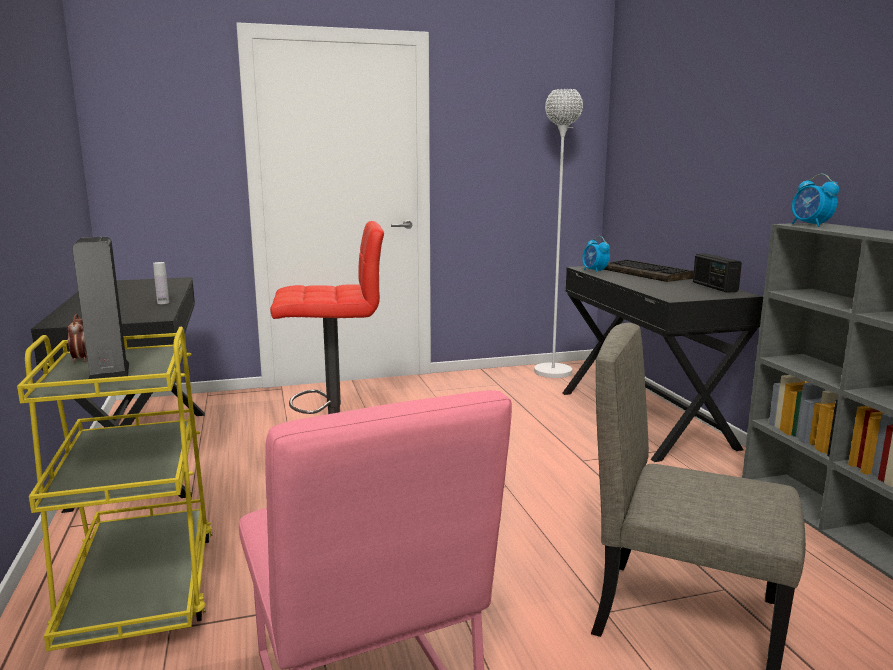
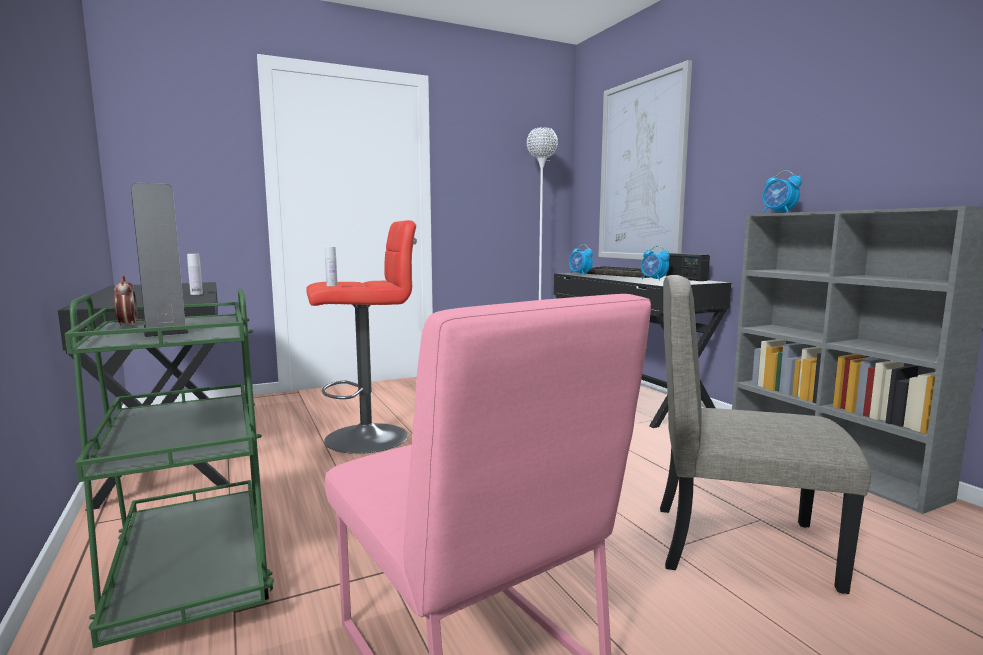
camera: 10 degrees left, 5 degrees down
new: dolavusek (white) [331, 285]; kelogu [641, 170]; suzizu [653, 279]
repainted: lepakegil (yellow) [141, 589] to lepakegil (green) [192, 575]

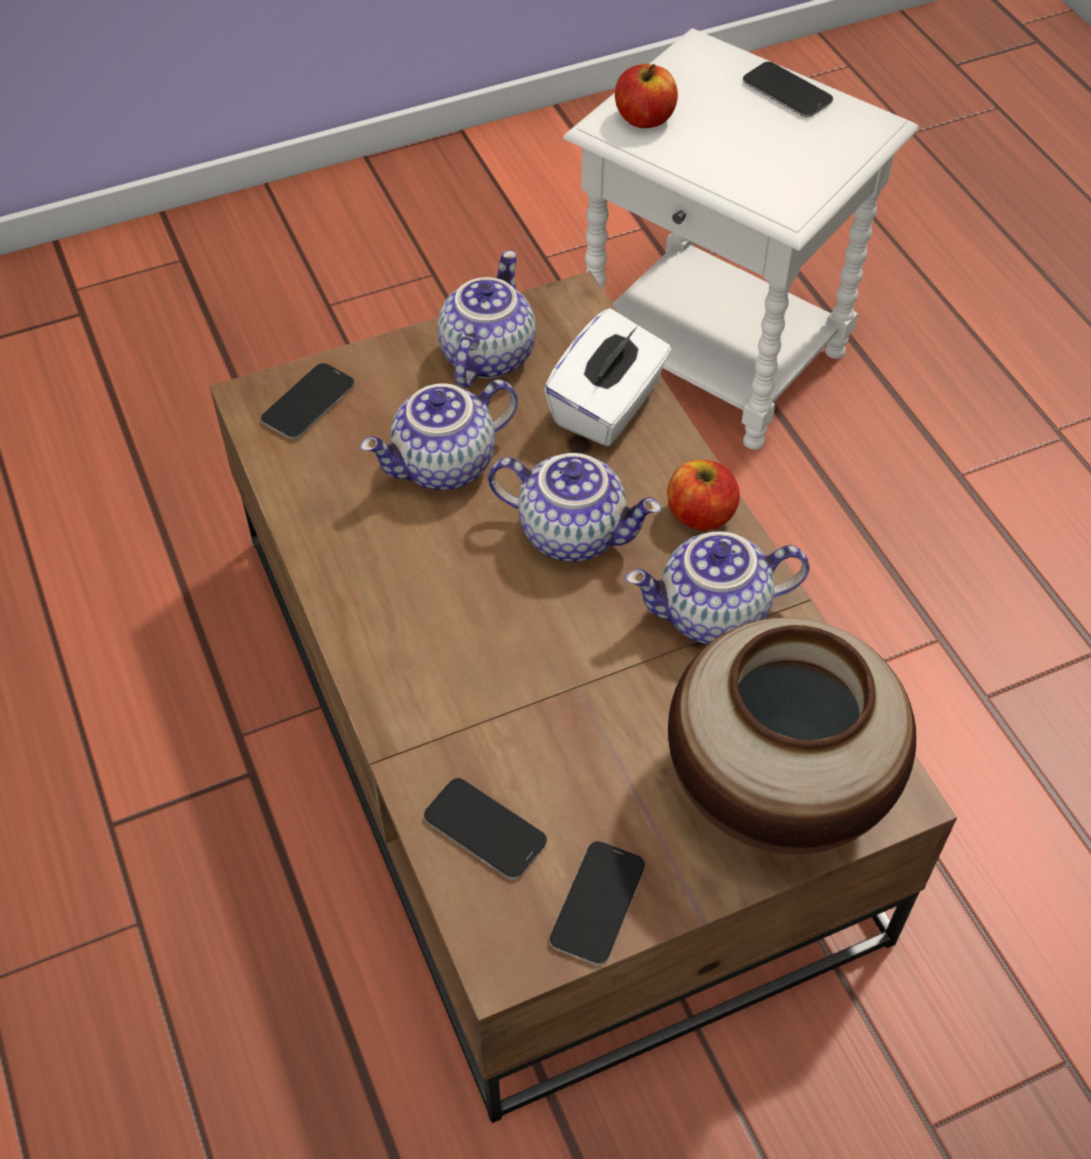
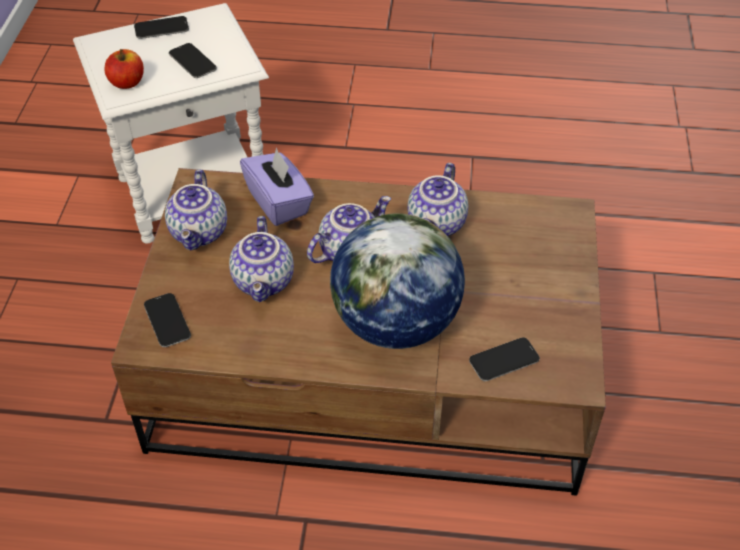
camera: 60 degrees left, 5 degrees down
gone: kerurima [700, 514]; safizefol [777, 789]
new: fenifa [395, 323]
shifted: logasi [598, 903] to [192, 62]
repainted: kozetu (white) [607, 406] to kozetu (purple) [279, 202]
rotated: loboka [485, 355] = [200, 233] 135 degrees counterclockwise

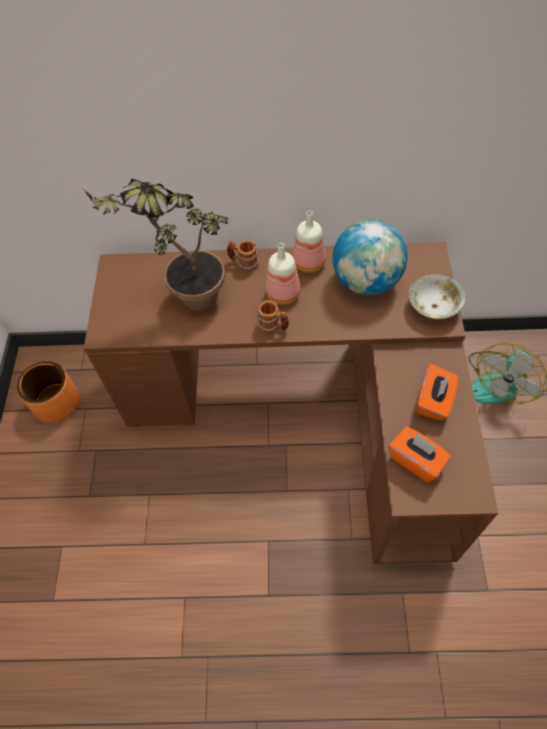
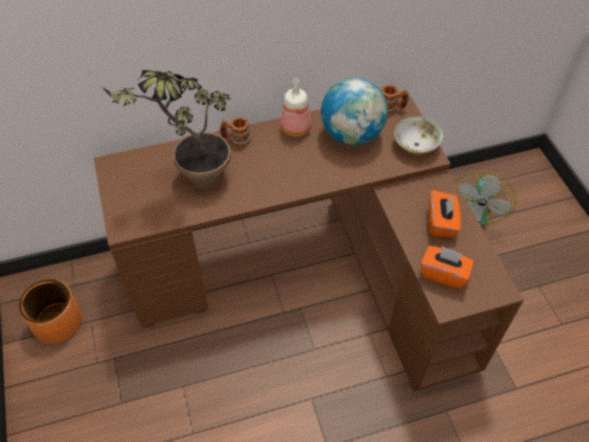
camera: 20 degrees left, 5 degrees down
gone: dolavusek [284, 294]
shifted: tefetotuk [273, 326] to [391, 108]

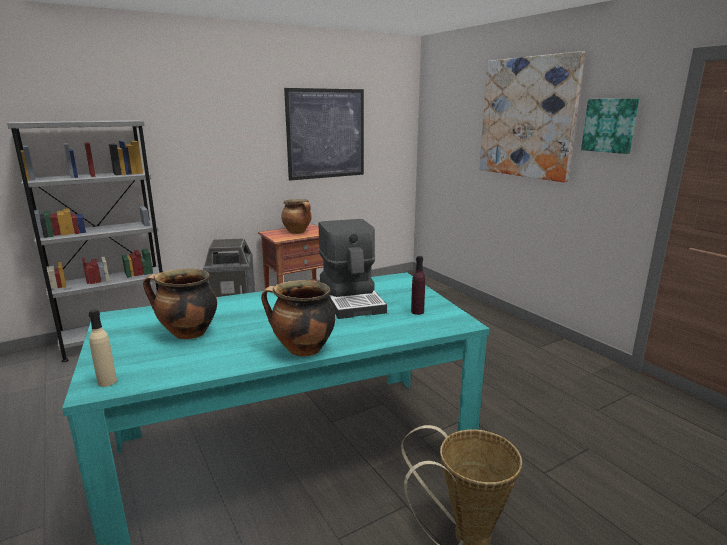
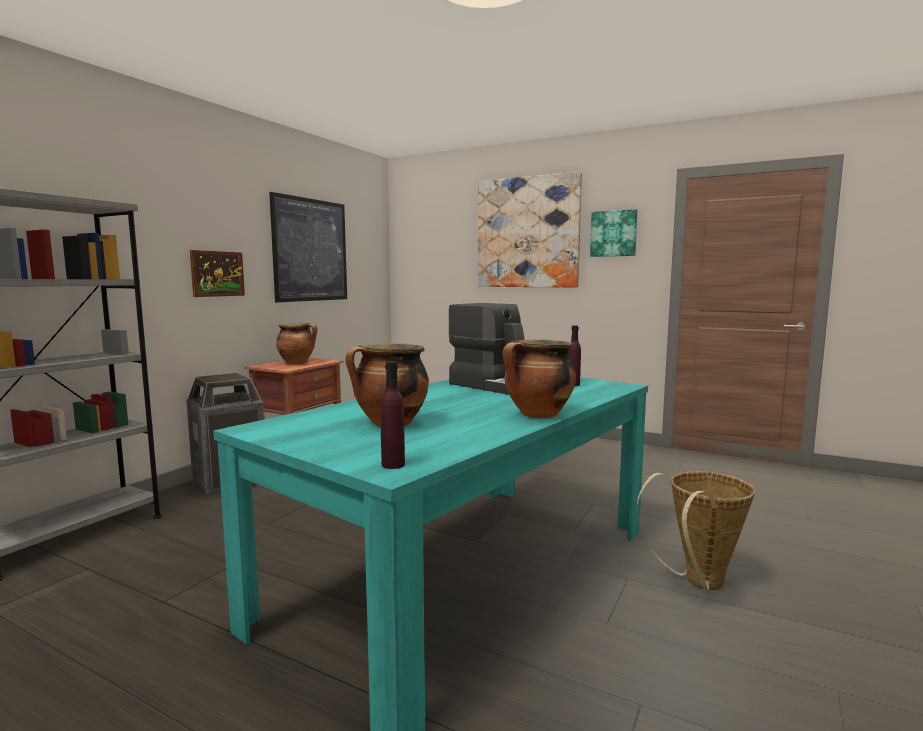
camera: 30 degrees left, 10 degrees down
new: kelogu [217, 273]
repainted: dolavusek (beige) [107, 382] to dolavusek (purple) [393, 465]

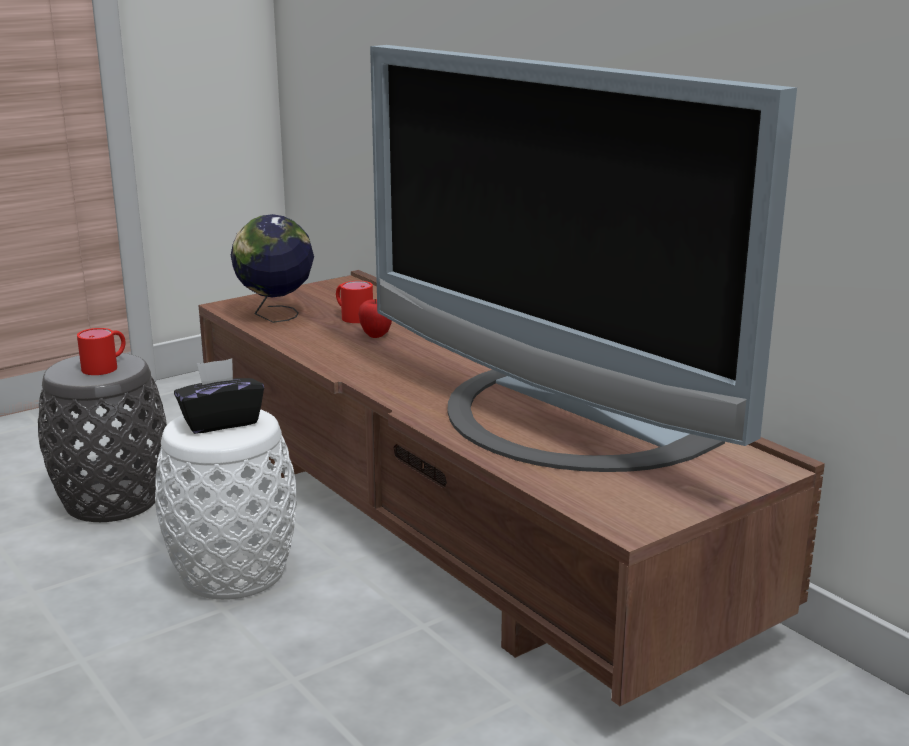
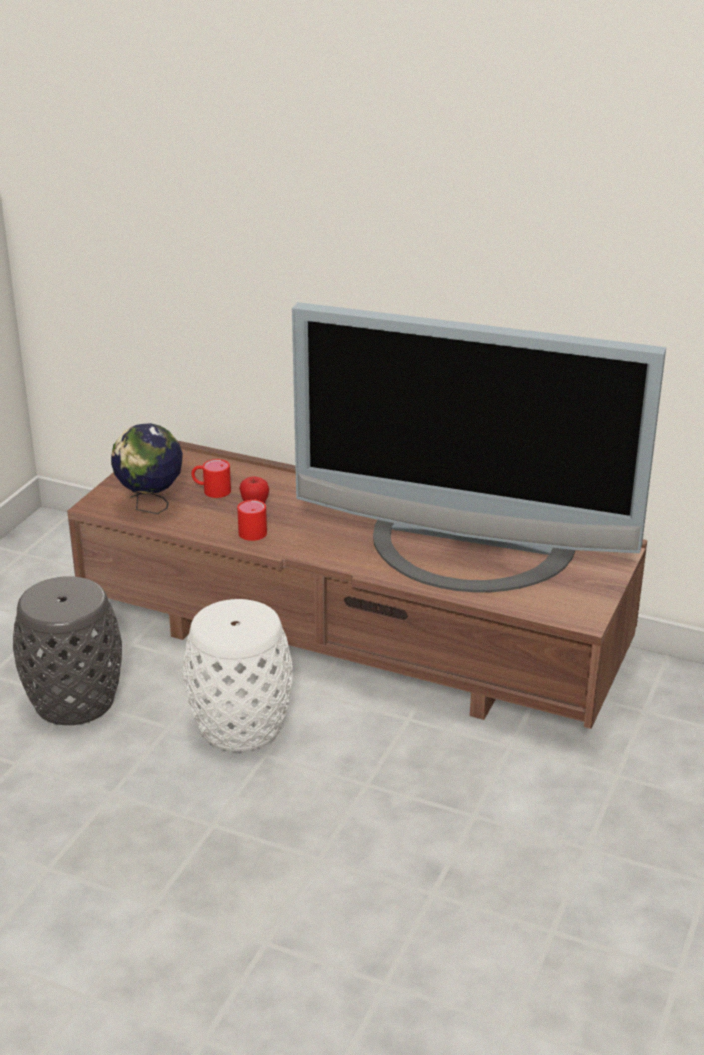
camera: 30 degrees left, 10 degrees up
gone: kozetu (black) [221, 422]
shifted: tefetotuk (red) [106, 366] to [254, 529]

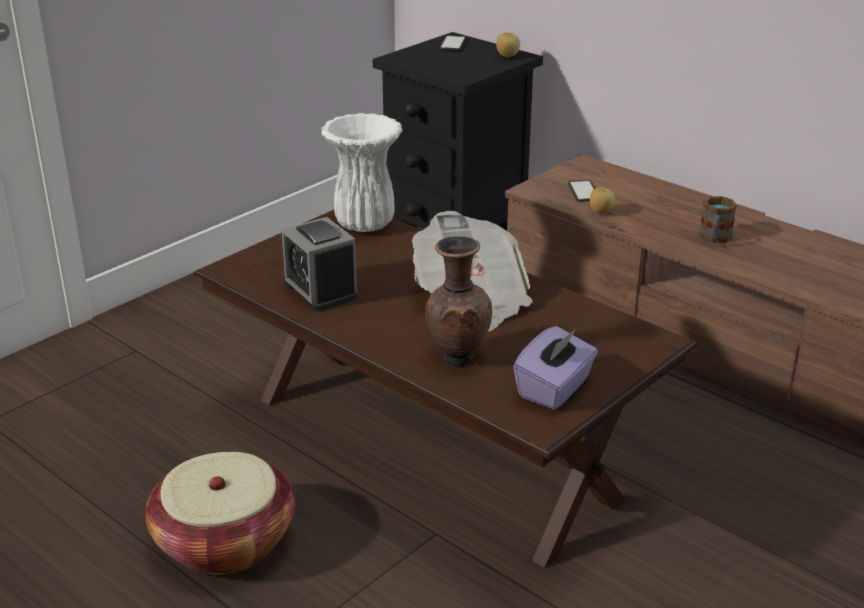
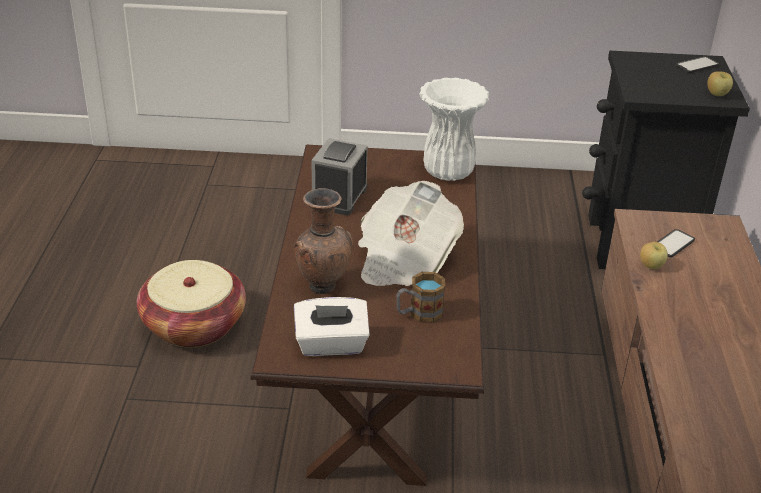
camera: 50 degrees right, 5 degrees up
shifted: tefetotuk [714, 238] to [419, 314]
repainted: kozetu (purple) [554, 389] to kozetu (white) [331, 345]

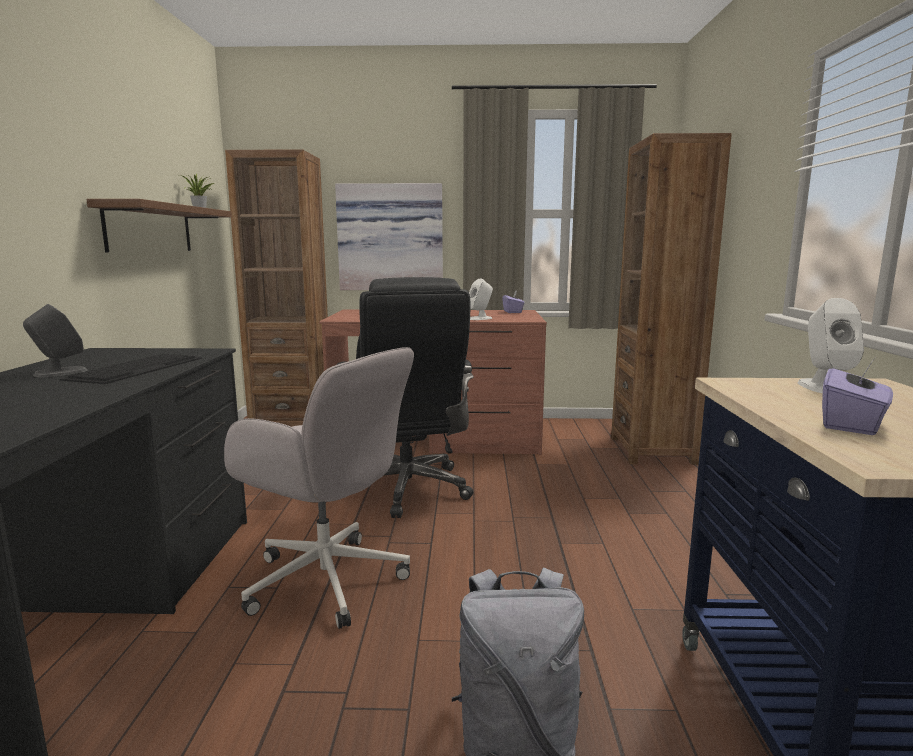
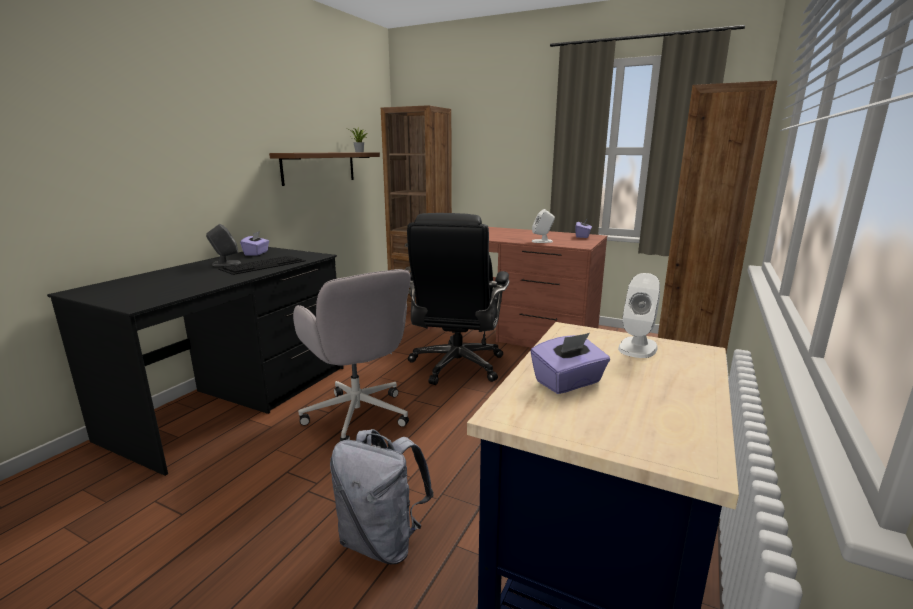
camera: 25 degrees right, 5 degrees up
gone: kelogu [390, 238]
new: kozetu (purple) [256, 253]

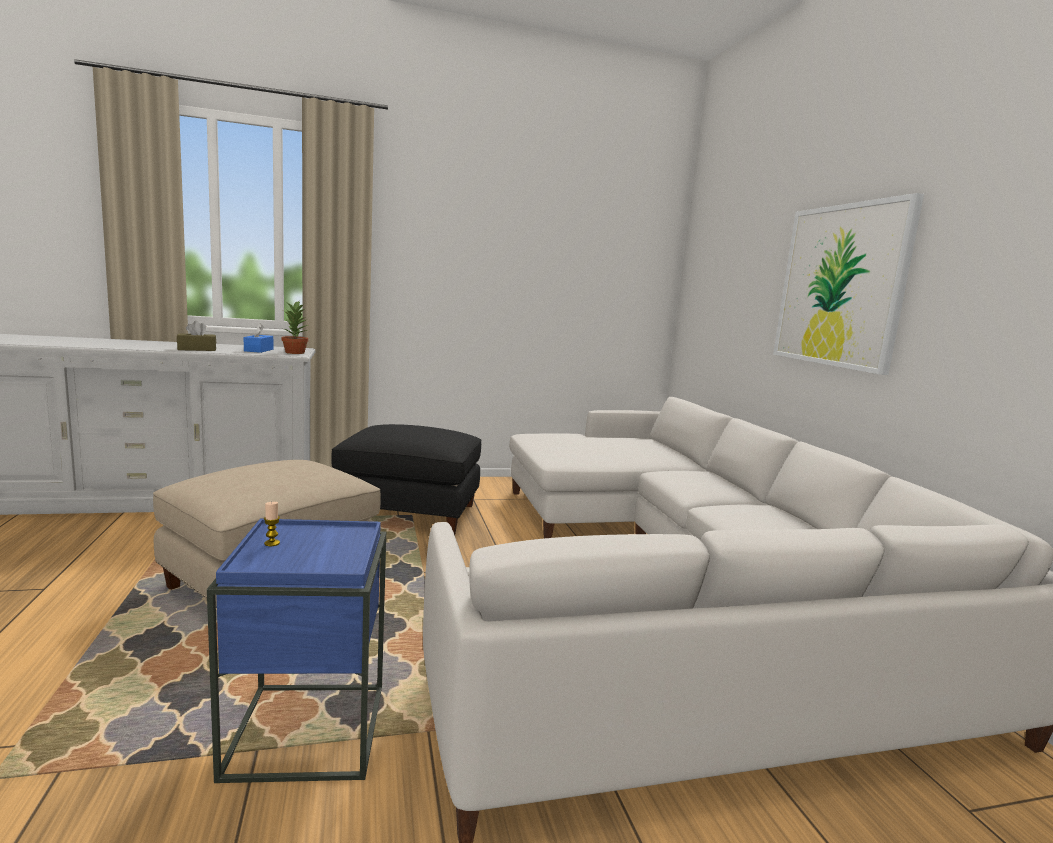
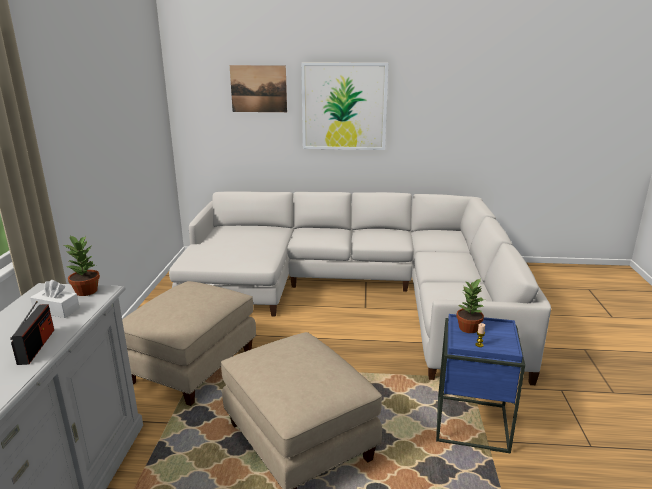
camera: 70 degrees left, 10 degrees up
new: kelogu [258, 89]; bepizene [469, 328]
swapped: kozetu (brown) [197, 349] to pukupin [36, 346]
repainted: kozetu (blue) [259, 350] to kozetu (white) [56, 310]; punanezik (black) [409, 513] to punanezik (beige) [192, 366]

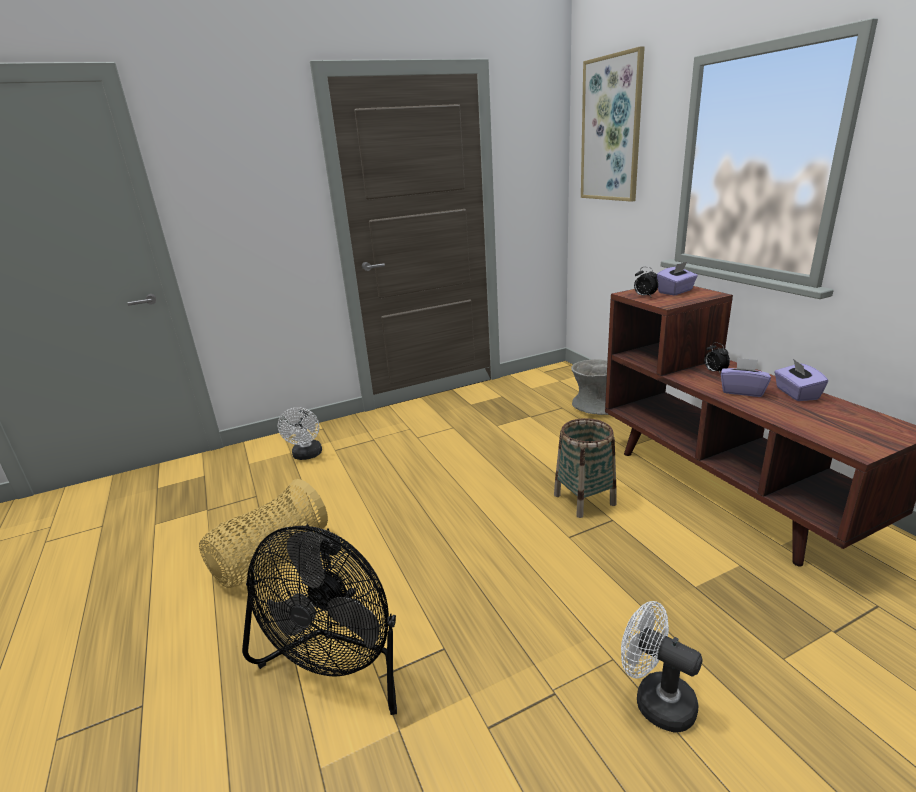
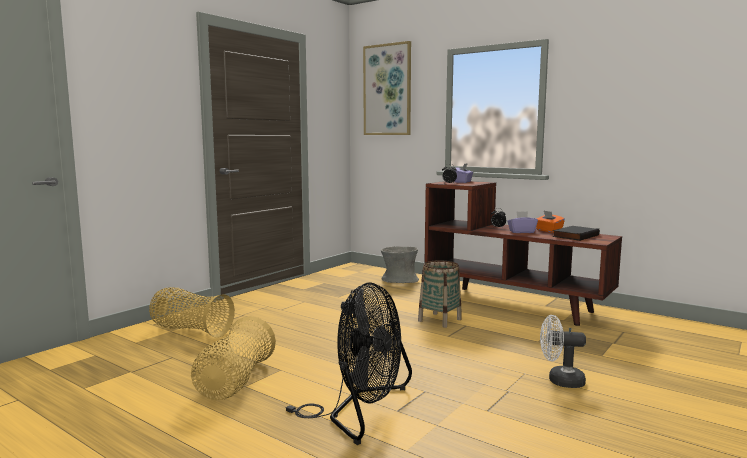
camera: 30 degrees left, 15 degrees down
new: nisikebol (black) [575, 236]
swapped: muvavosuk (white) [307, 455] to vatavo [191, 330]
repainted: kozetu (purple) [796, 393] to kozetu (orange) [548, 231]
rotated: muvavosuk (black) [337, 659] = [358, 411] 60 degrees counterclockwise

